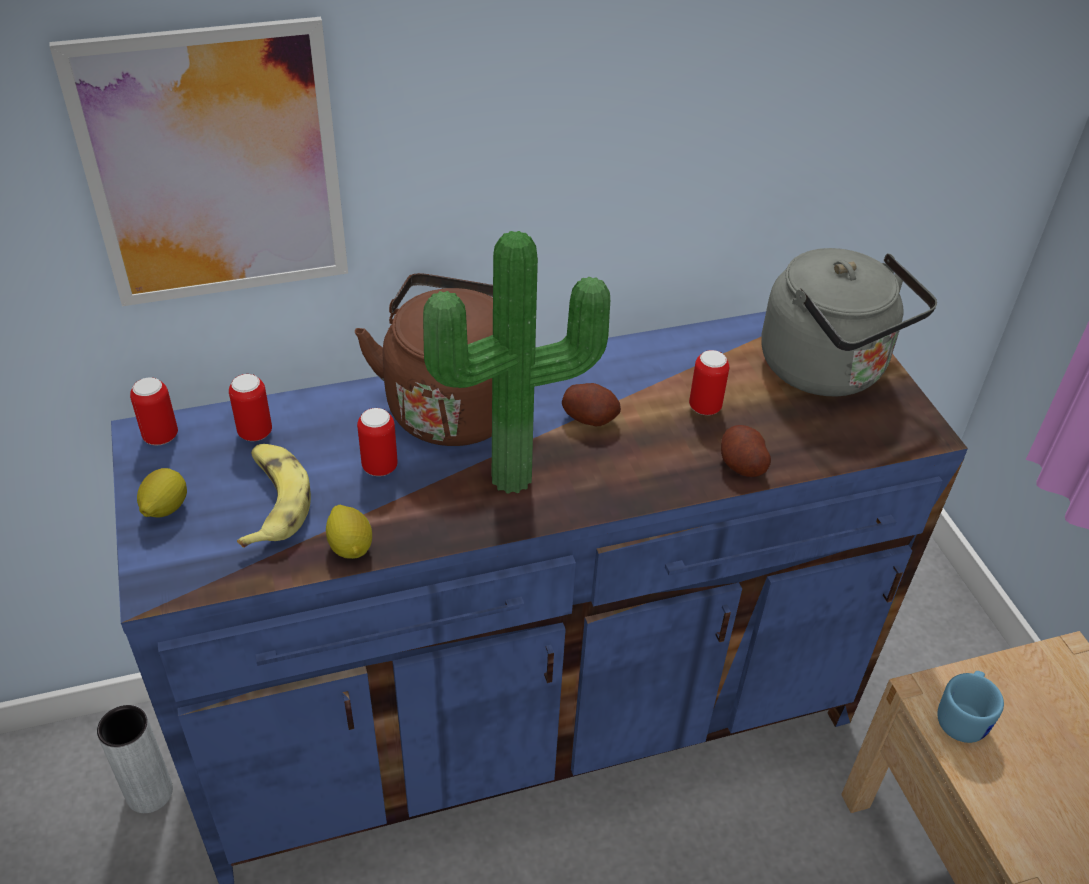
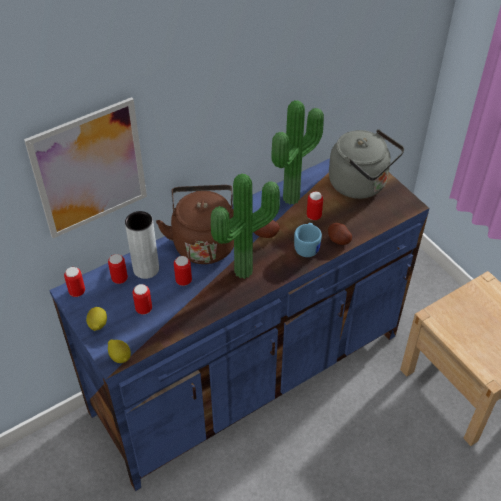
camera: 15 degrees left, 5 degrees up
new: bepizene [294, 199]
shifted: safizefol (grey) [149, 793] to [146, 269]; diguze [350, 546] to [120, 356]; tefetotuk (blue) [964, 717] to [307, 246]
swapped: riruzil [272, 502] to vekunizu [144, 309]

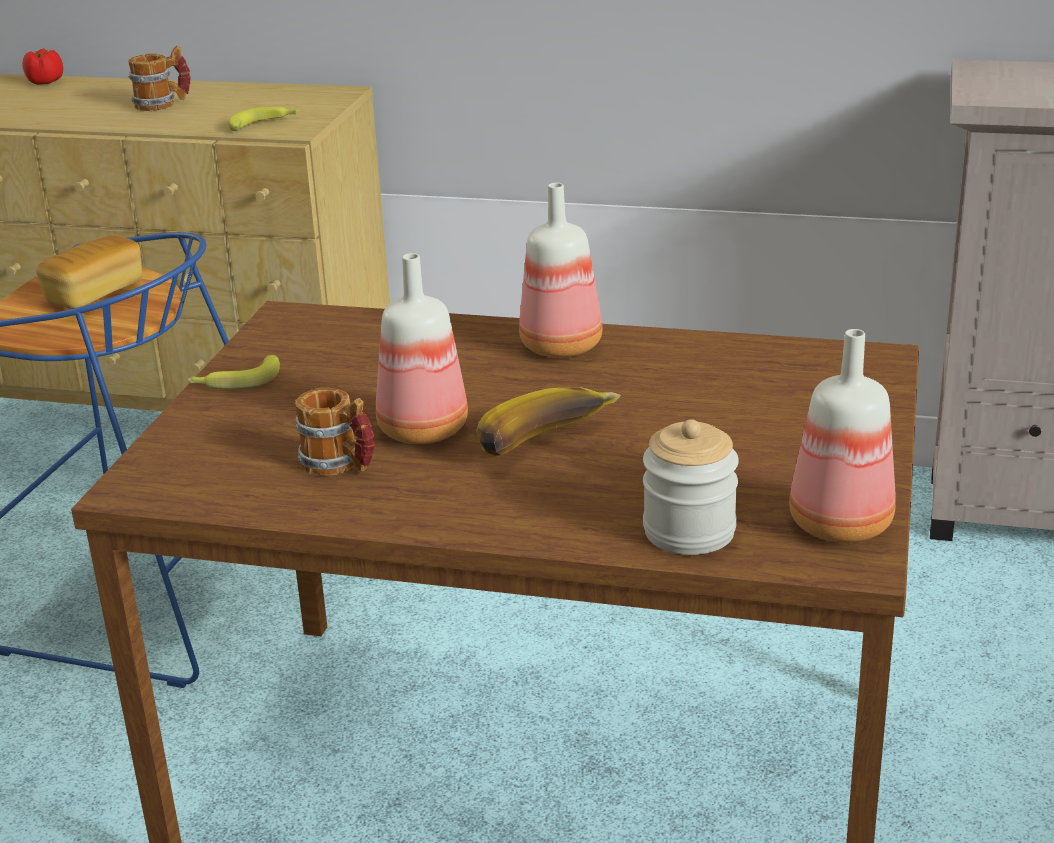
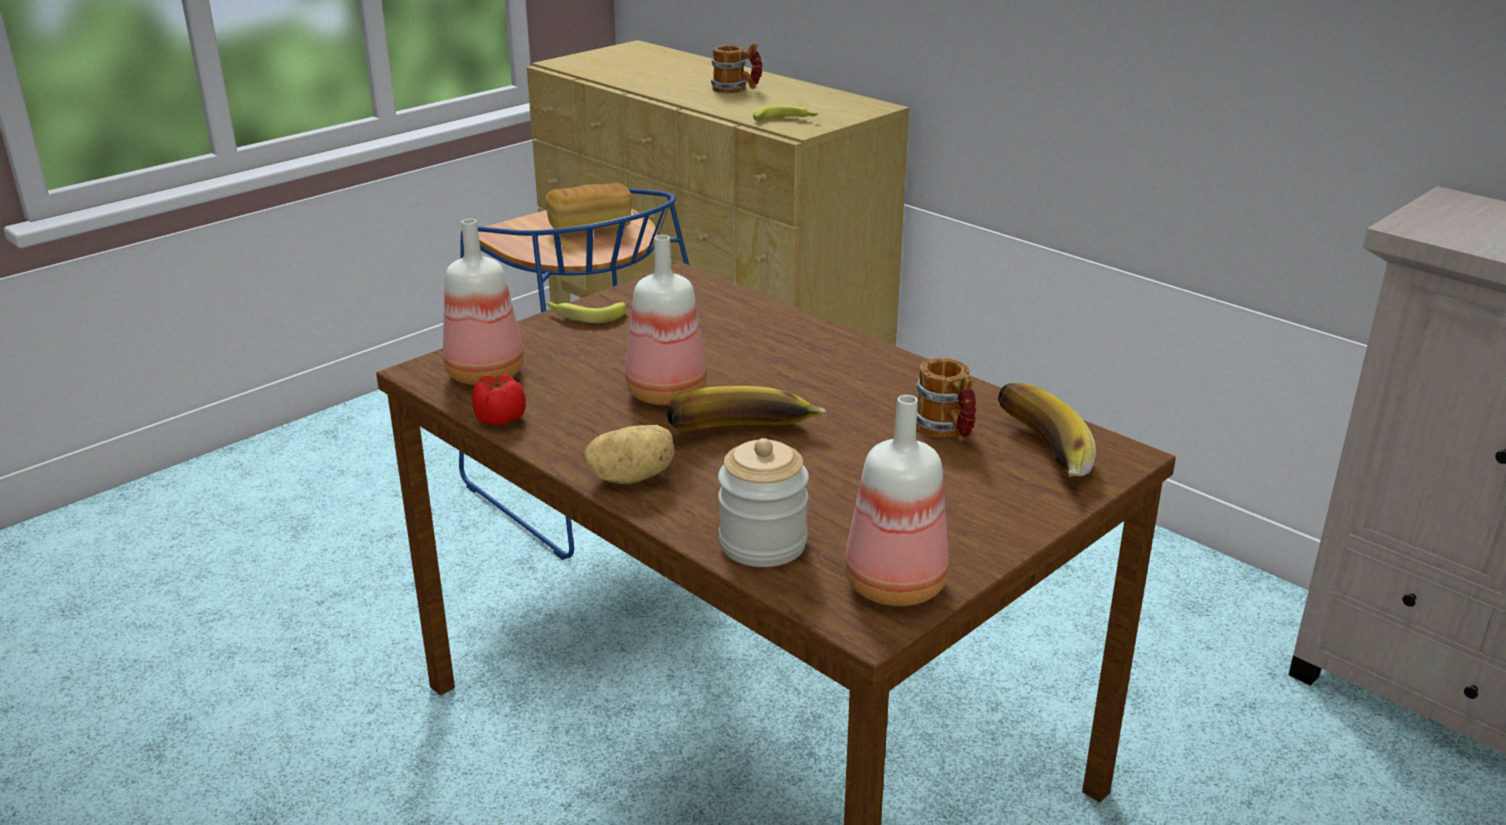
camera: 30 degrees right, 0 degrees up
new: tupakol [631, 477]; riruzil [1037, 453]
shifted: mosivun [44, 82] to [499, 419]; tefetotuk [339, 465] to [946, 430]; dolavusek [563, 346] to [488, 374]

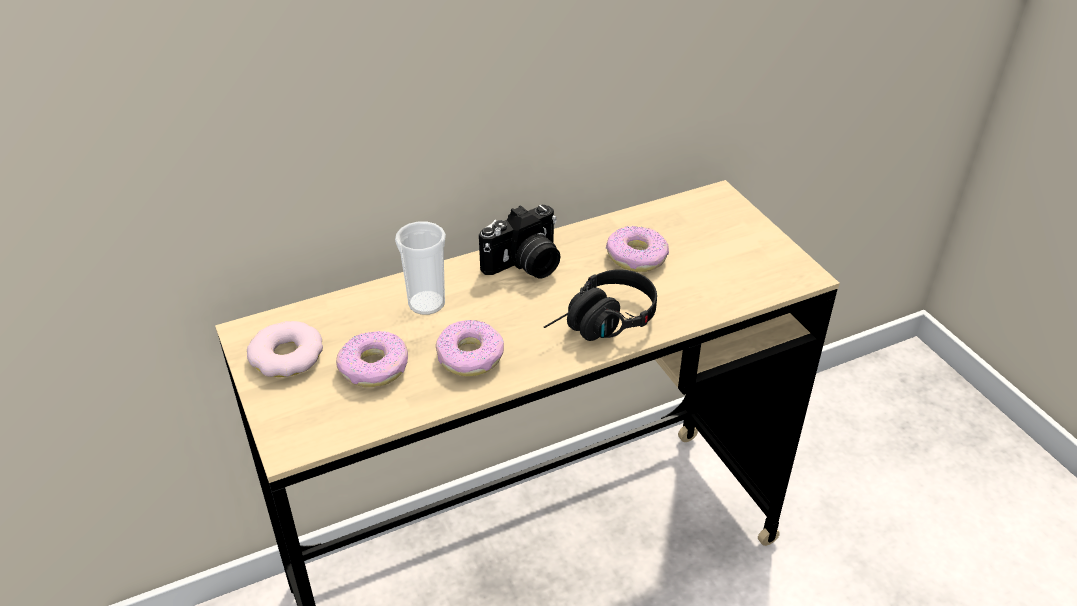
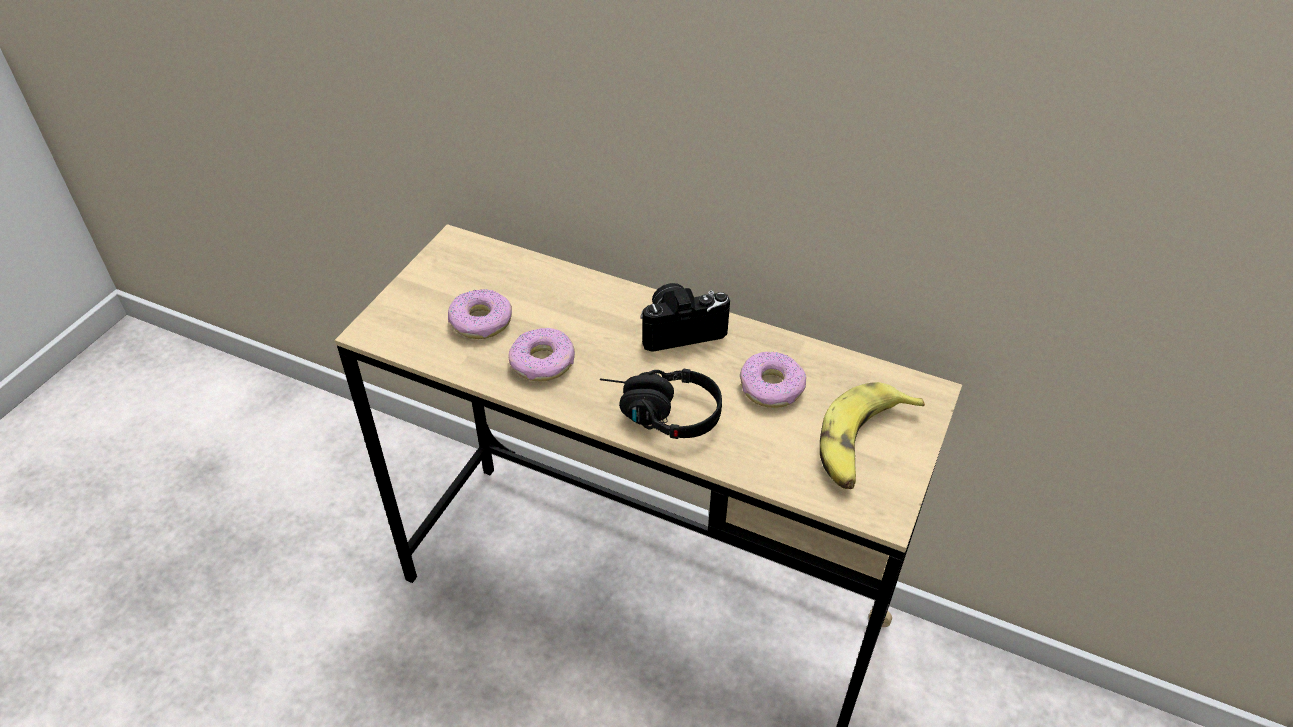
camera: 50 degrees right, 5 degrees up
gone: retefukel [287, 356]; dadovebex [426, 303]
new: riruzil [861, 444]
rotated: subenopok [525, 265] = [680, 329] 150 degrees clockwise

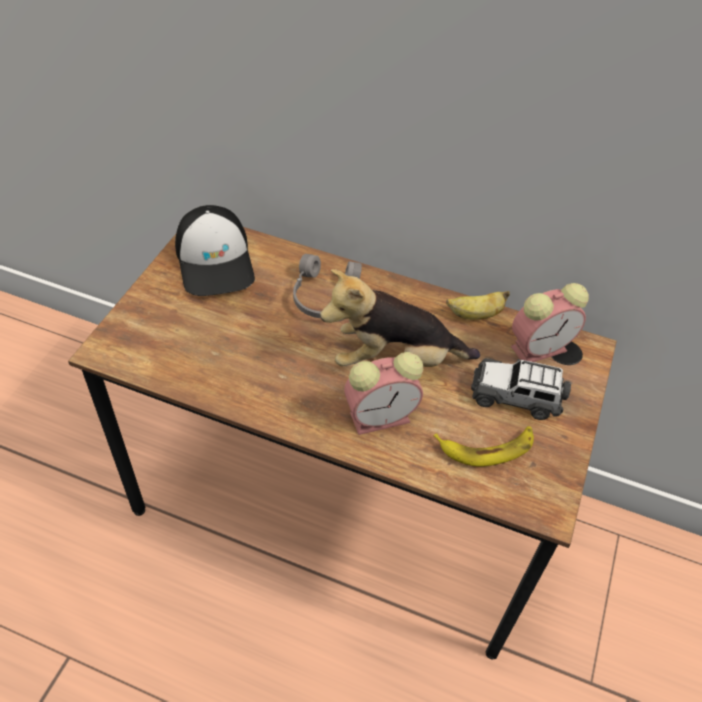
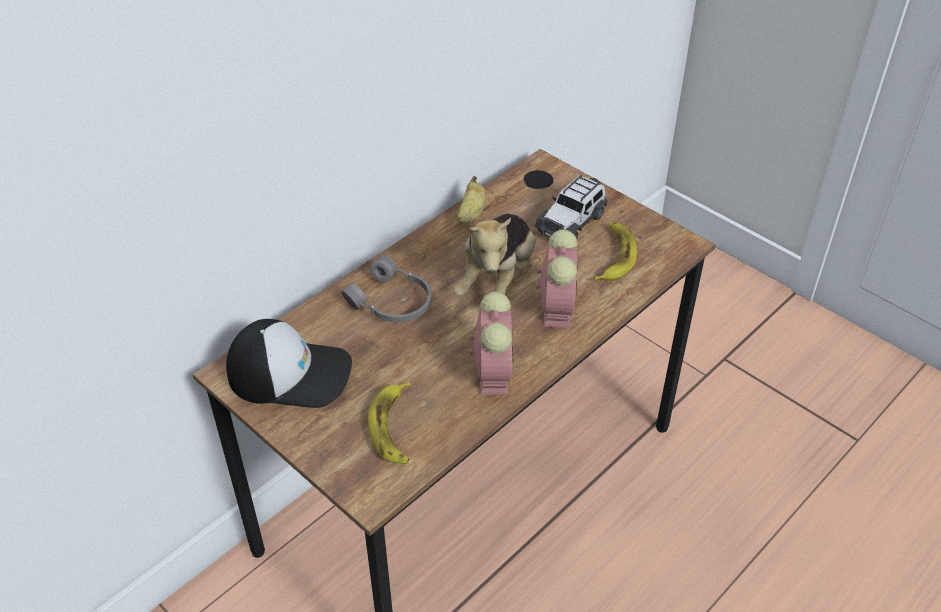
camera: 65 degrees left, 5 degrees down
new: riruzil [394, 428]
shifted: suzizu [540, 347] to [492, 372]

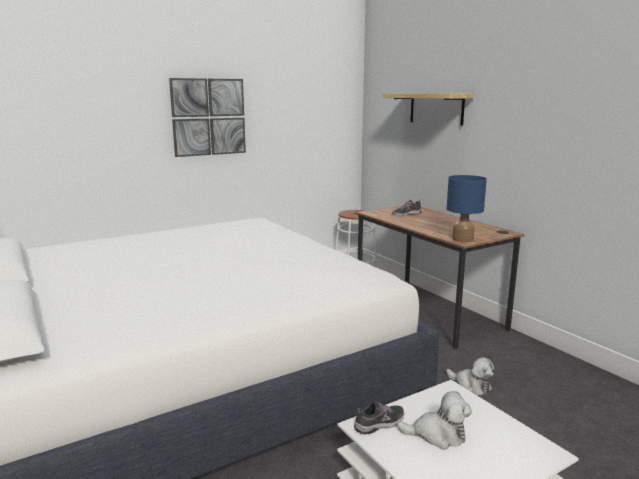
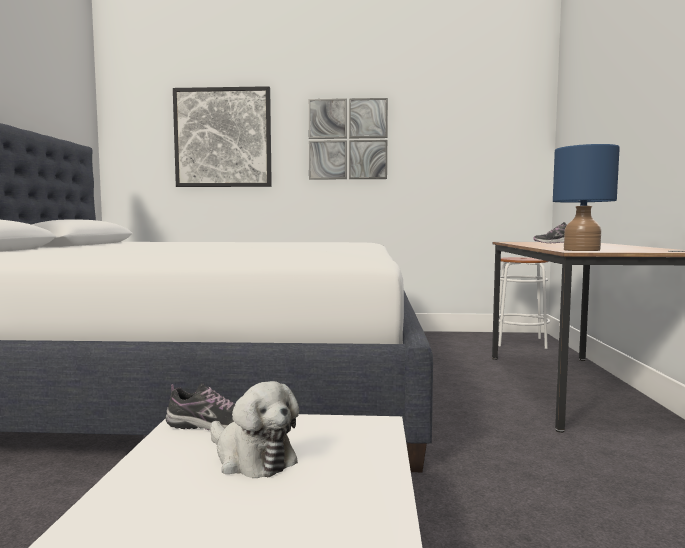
camera: 35 degrees right, 10 degrees down
gone: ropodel [436, 108]; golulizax [471, 385]
new: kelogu [223, 138]

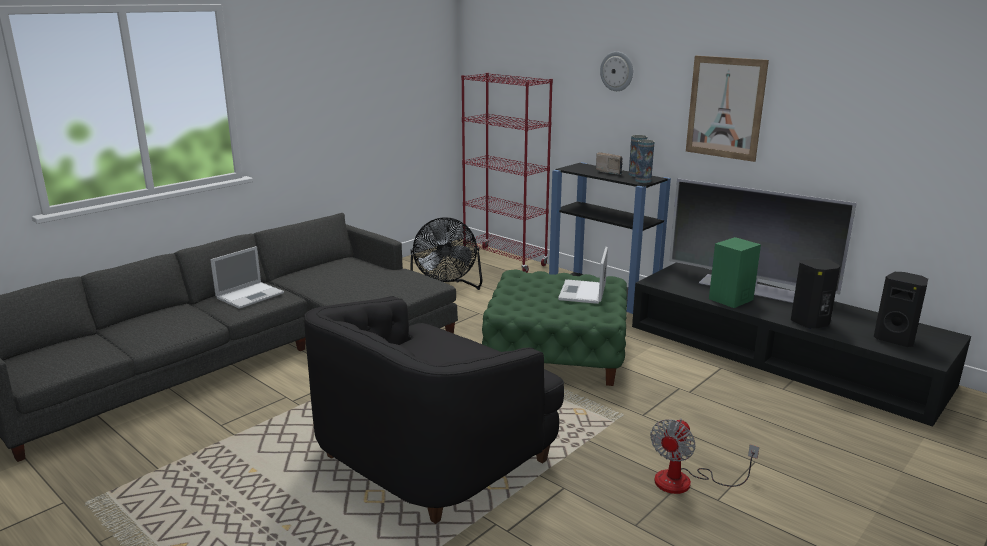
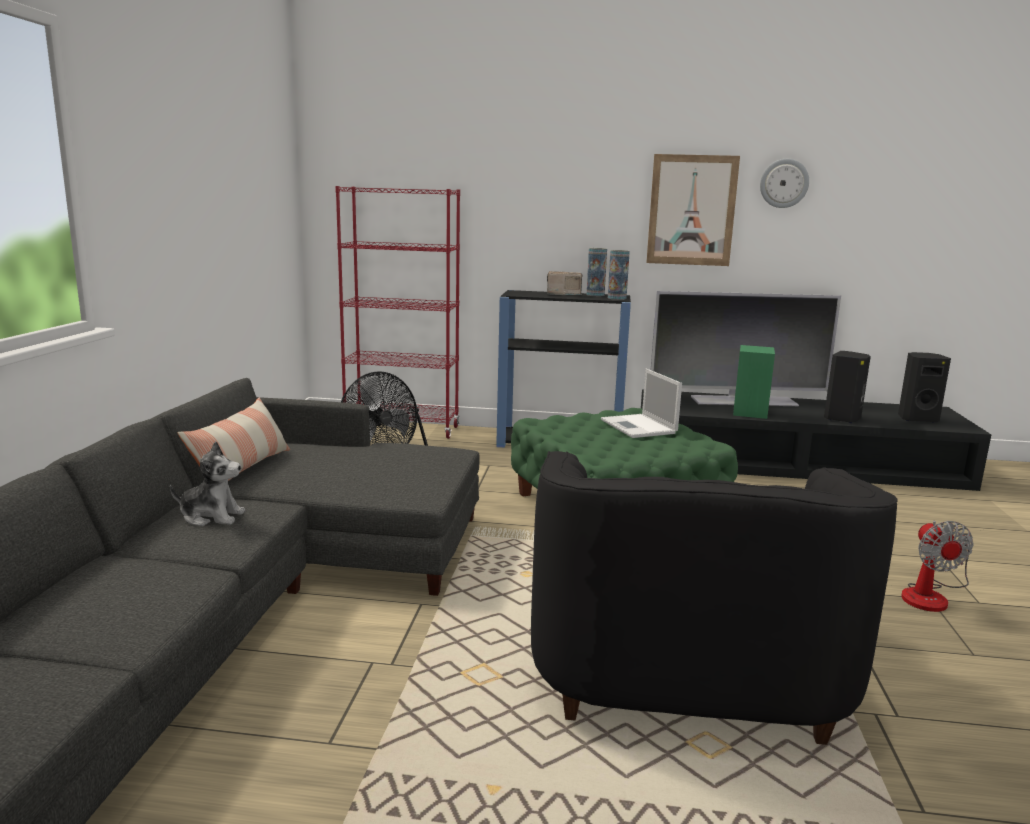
camera: 35 degrees left, 5 degrees down
new: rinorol [242, 469]
shifted: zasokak [617, 71] to [784, 183]
swapped: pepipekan [251, 295] to golulizax [212, 516]

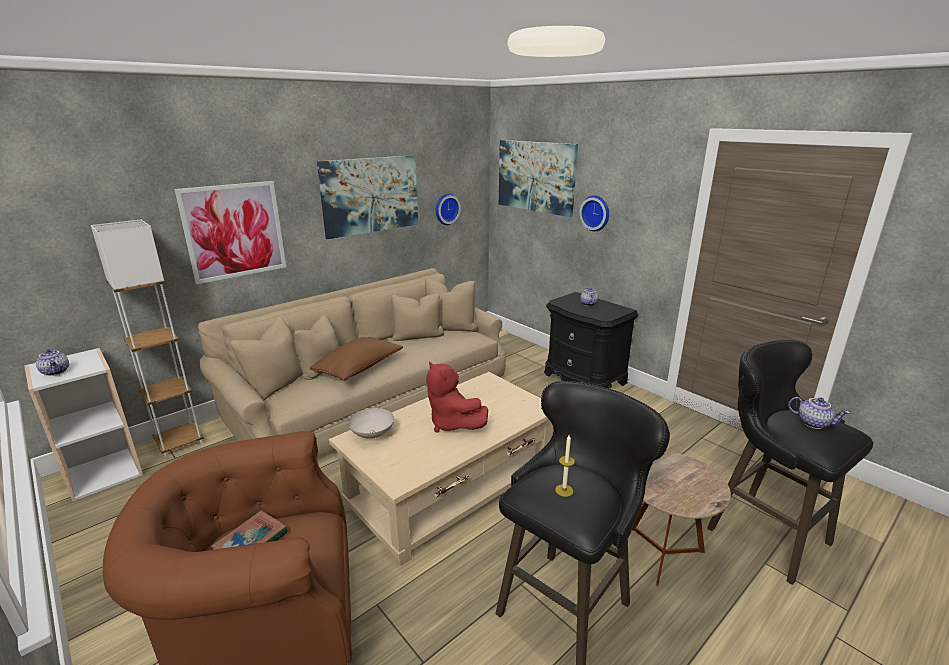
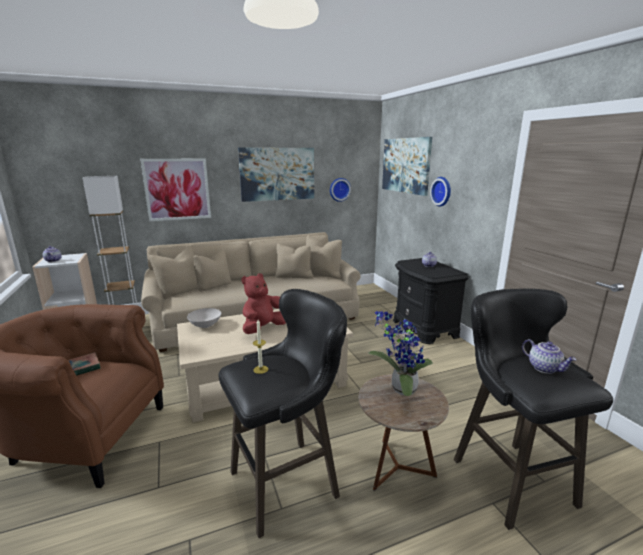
camera: 20 degrees right, 5 degrees down
gone: rinorol (brown) [359, 368]
new: bepizene [400, 389]
rotated: golulizax (red) [452, 424] = [263, 329] 60 degrees clockwise

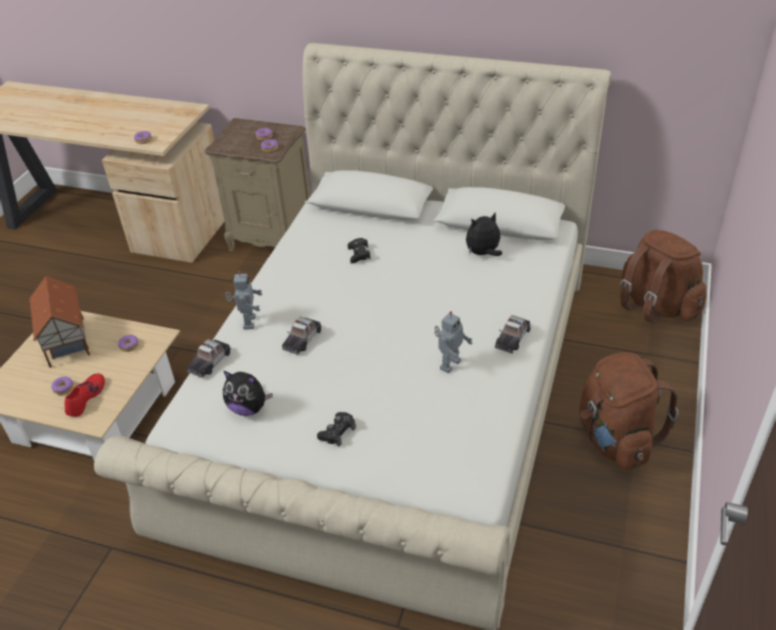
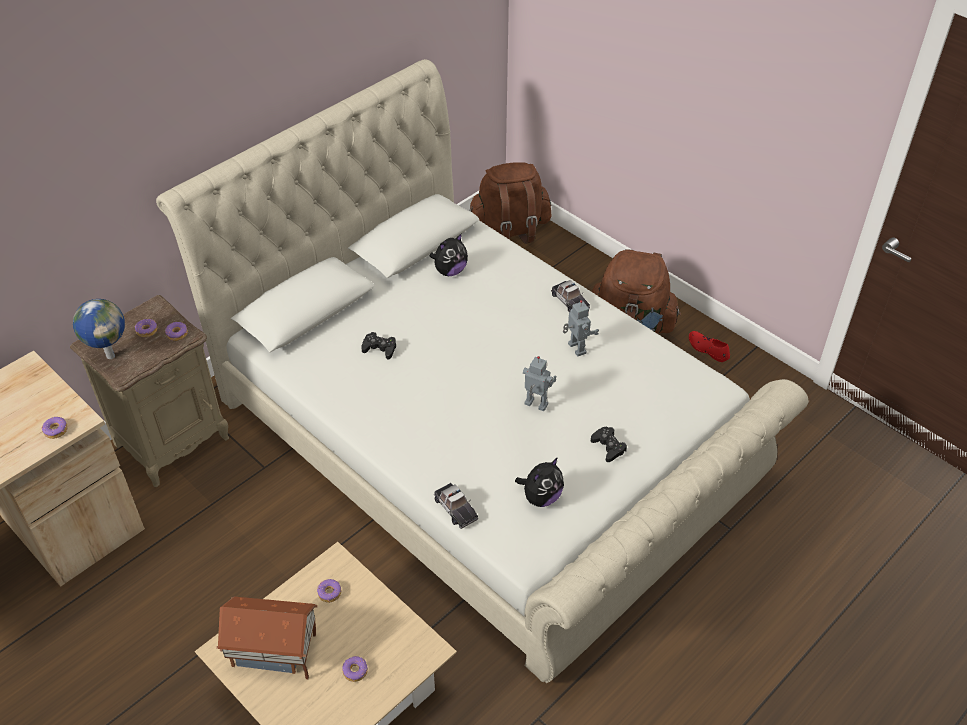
camera: 65 degrees left, 5 degrees up
gone: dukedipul [302, 339]
new: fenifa [110, 355]
shifted: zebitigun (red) [86, 398] to [707, 349]; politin [248, 322] to [535, 405]
rotated: golulizax [483, 253] = [450, 271] 135 degrees counterclockwise

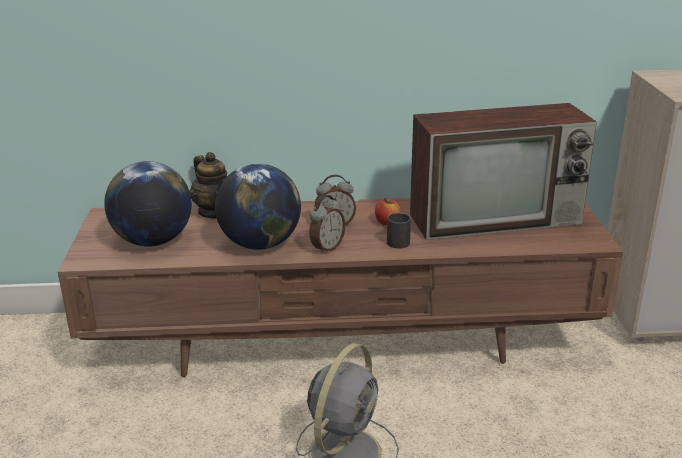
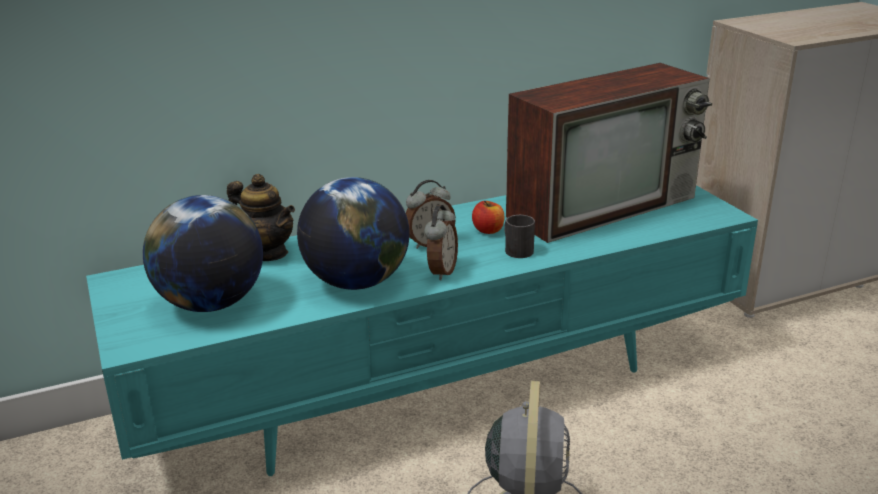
camera: 20 degrees left, 0 degrees up
repainted: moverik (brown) [342, 339] to moverik (turquoise) [440, 384]

